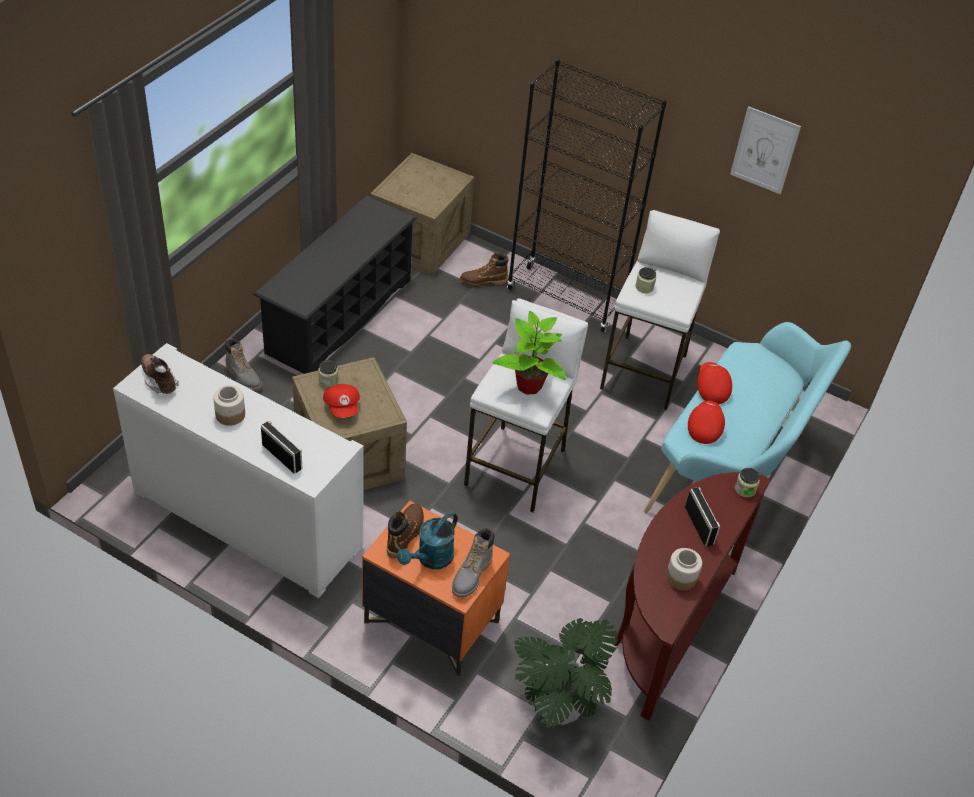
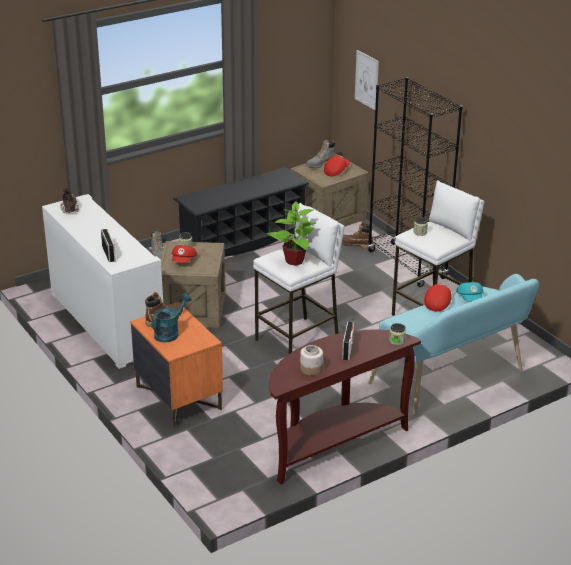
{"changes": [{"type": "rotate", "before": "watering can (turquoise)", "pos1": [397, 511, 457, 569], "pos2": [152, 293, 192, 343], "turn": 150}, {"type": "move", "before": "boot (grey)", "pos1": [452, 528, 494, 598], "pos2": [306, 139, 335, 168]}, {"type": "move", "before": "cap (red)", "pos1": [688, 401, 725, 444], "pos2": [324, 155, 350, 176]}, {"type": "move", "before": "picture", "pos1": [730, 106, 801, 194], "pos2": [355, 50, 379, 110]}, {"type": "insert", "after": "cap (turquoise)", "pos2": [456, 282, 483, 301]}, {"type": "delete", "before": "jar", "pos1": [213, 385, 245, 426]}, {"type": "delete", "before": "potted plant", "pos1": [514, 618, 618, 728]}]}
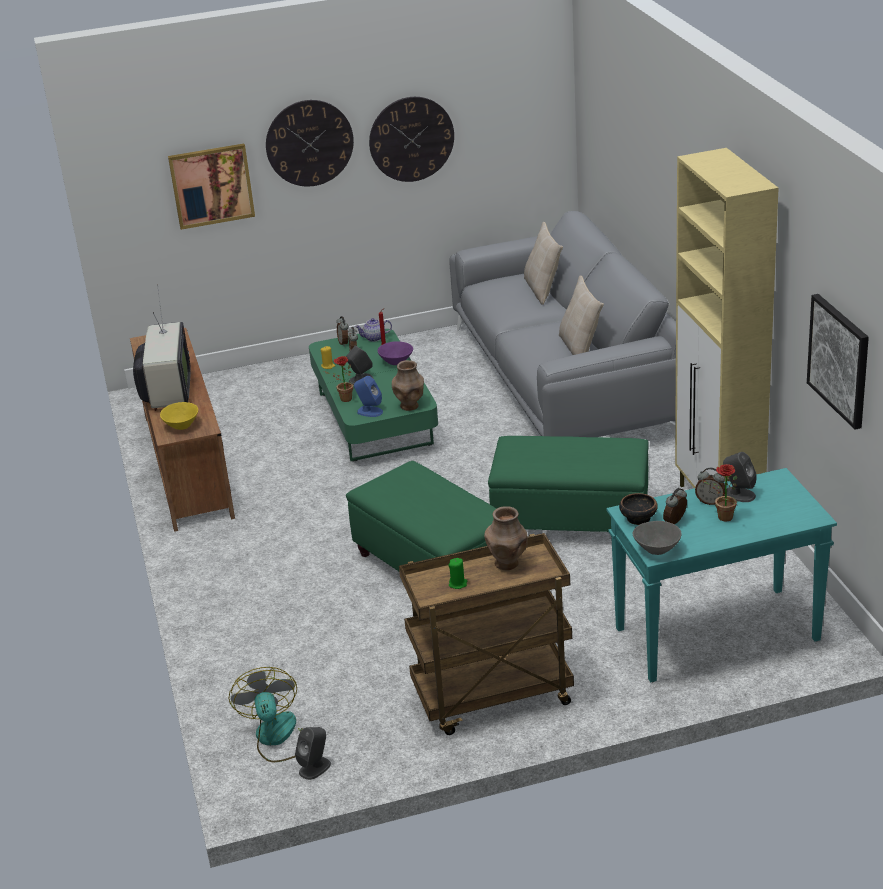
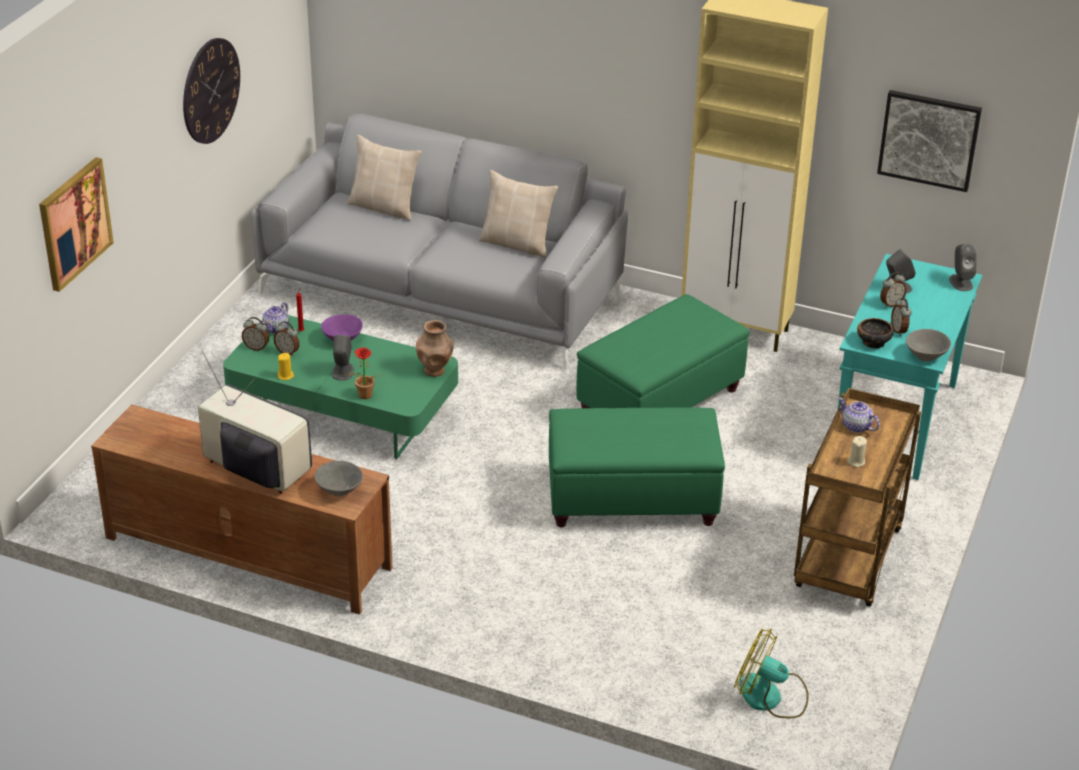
{"changes": [{"type": "recolor", "before": "bowl (yellow)", "after": "bowl (grey)", "pos1": [160, 402, 198, 430], "pos2": [314, 461, 363, 496]}, {"type": "replace", "before": "vase (brown)", "after": "teapot", "pos1": [484, 506, 528, 571], "pos2": [838, 397, 880, 433]}, {"type": "recolor", "before": "candle (green)", "after": "candle (beige)", "pos1": [449, 558, 467, 589], "pos2": [847, 436, 867, 467]}, {"type": "move", "before": "speaker (grey)", "pos1": [295, 727, 331, 780], "pos2": [949, 244, 977, 291]}, {"type": "delete", "before": "wall clock", "pos1": [266, 100, 354, 186]}, {"type": "delete", "before": "speaker (blue)", "pos1": [354, 376, 383, 417]}, {"type": "delete", "before": "potted plant", "pos1": [702, 464, 739, 522]}]}
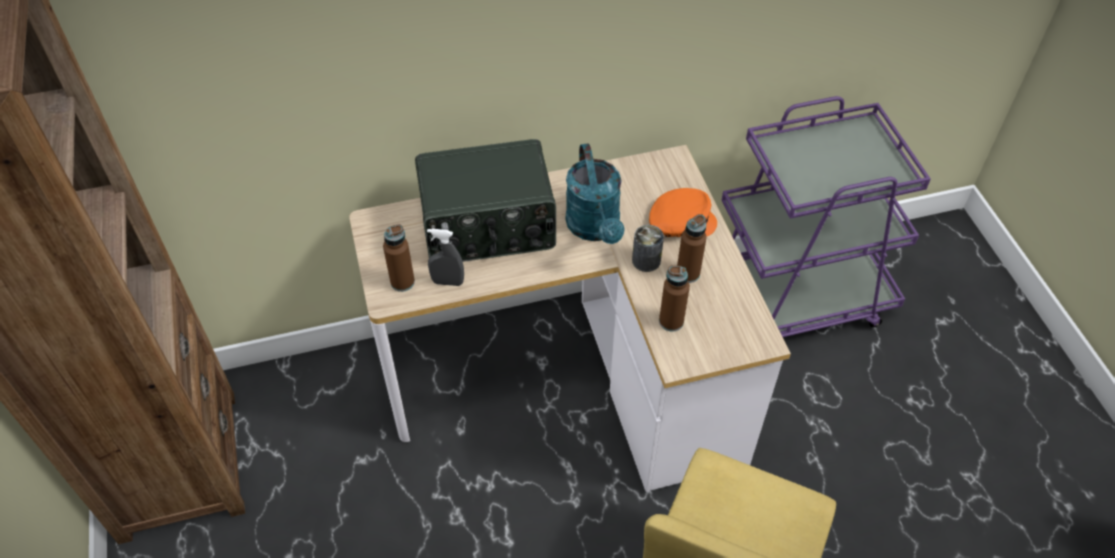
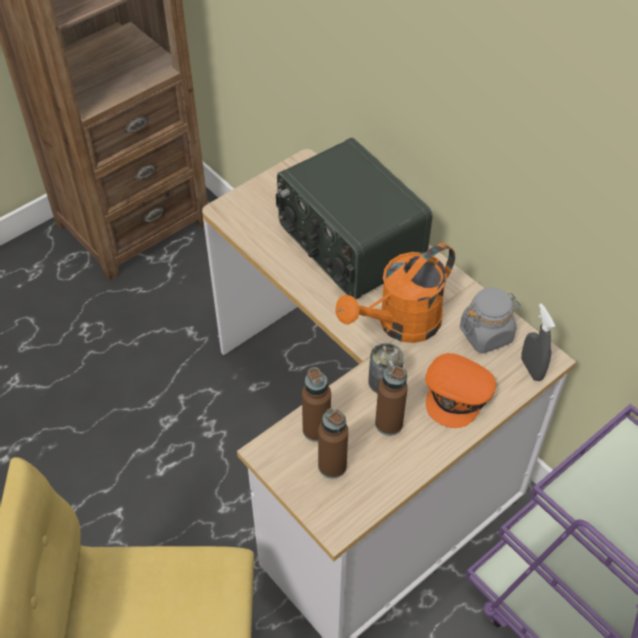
{"changes": [{"type": "move", "before": "bottle (brown)", "pos1": [383, 224, 415, 292], "pos2": [318, 408, 348, 479]}, {"type": "recolor", "before": "watering can (turquoise)", "after": "watering can (orange)", "pos1": [565, 143, 625, 244], "pos2": [335, 243, 455, 343]}, {"type": "rotate", "before": "cap (orange)", "pos1": [649, 188, 717, 237], "pos2": [425, 353, 496, 428], "turn": 45}, {"type": "insert", "after": "jar (grey)", "pos2": [460, 288, 520, 353]}, {"type": "move", "before": "spray bottle (grey)", "pos1": [427, 229, 464, 286], "pos2": [521, 303, 555, 381]}]}
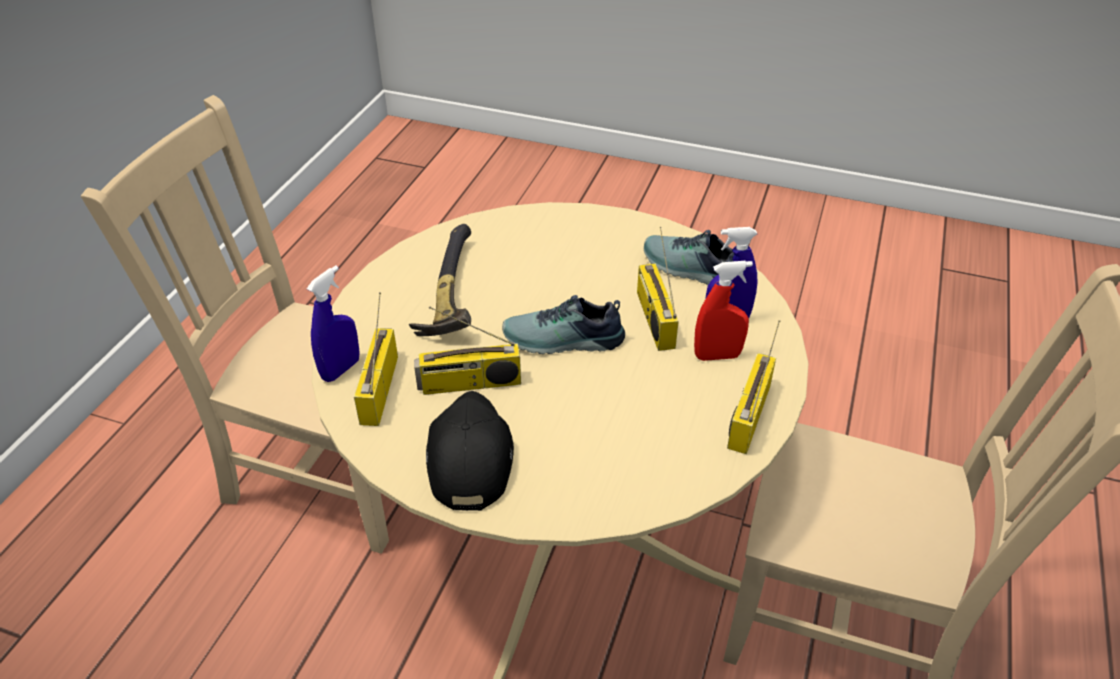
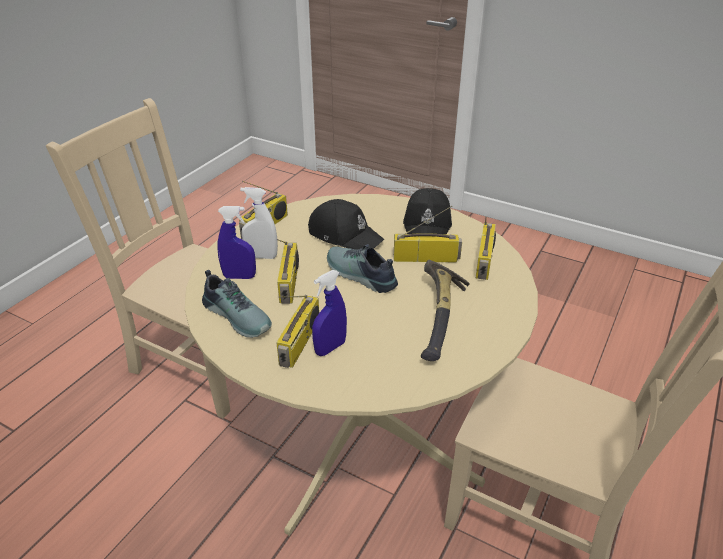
{"changes": [{"type": "recolor", "before": "spray bottle (red)", "after": "spray bottle (white)", "pos1": [694, 261, 753, 361], "pos2": [240, 187, 278, 259]}, {"type": "insert", "after": "radio", "pos2": [276, 295, 319, 368]}, {"type": "insert", "after": "cap (black)", "pos2": [308, 199, 384, 250]}, {"type": "move", "before": "spray bottle (blue)", "pos1": [307, 265, 360, 382], "pos2": [312, 270, 347, 356]}, {"type": "rotate", "before": "shoe", "pos1": [502, 295, 625, 354], "pos2": [327, 244, 398, 293], "turn": -150}]}
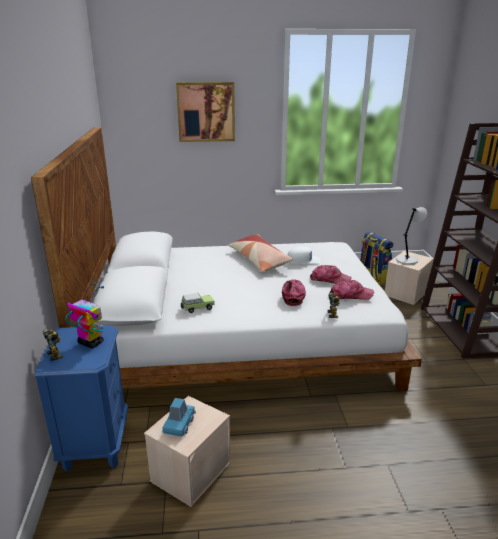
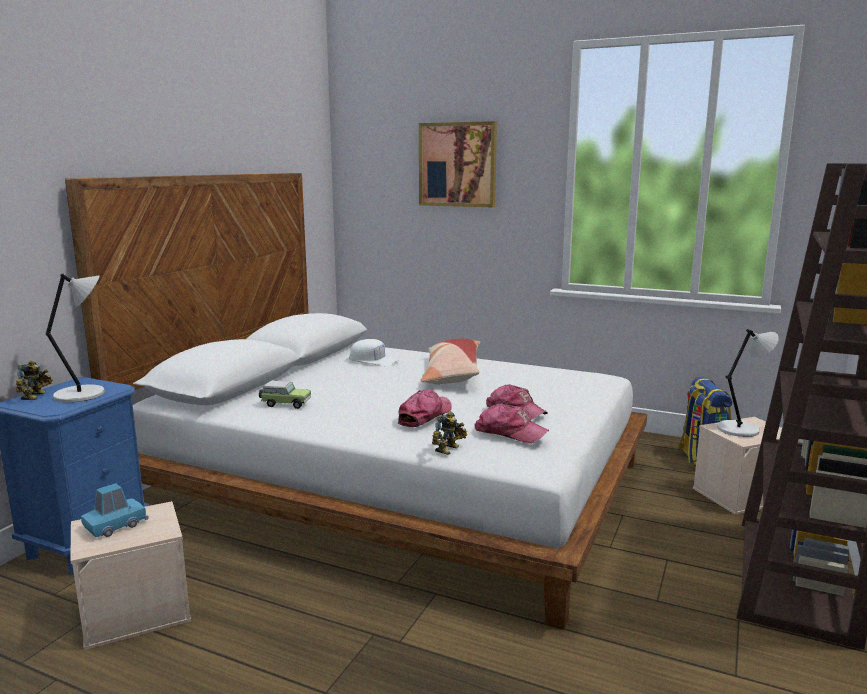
{"changes": [{"type": "replace", "before": "toy robot", "after": "table lamp (grey)", "pos1": [65, 282, 104, 348], "pos2": [46, 273, 105, 403]}, {"type": "move", "before": "cap (white)", "pos1": [287, 246, 321, 264], "pos2": [349, 339, 399, 366]}]}
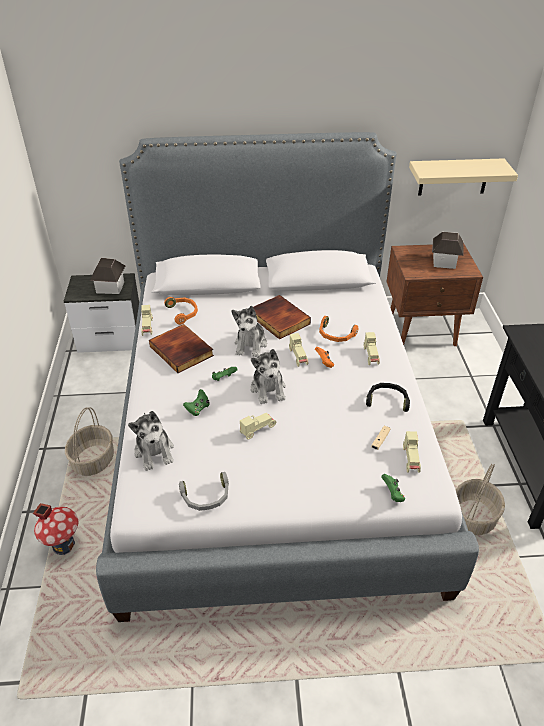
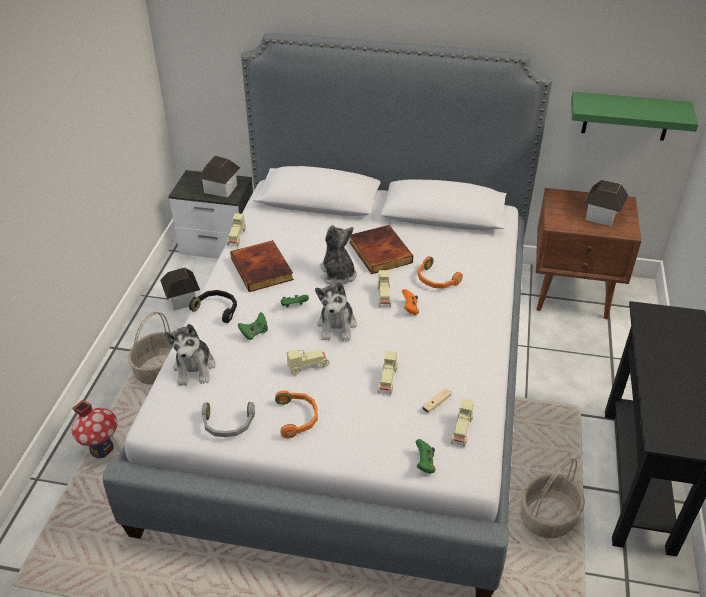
{"changes": [{"type": "insert", "after": "toy house", "pos2": [160, 267, 200, 310]}, {"type": "move", "before": "headphones (black)", "pos1": [366, 383, 410, 412], "pos2": [189, 290, 237, 323]}, {"type": "move", "before": "headphones (orange)", "pos1": [164, 297, 198, 325], "pos2": [275, 390, 318, 438]}, {"type": "rotate", "before": "plush toy", "pos1": [232, 306, 267, 357], "pos2": [319, 225, 357, 285], "turn": 135}, {"type": "move", "before": "toy car (beige)", "pos1": [364, 332, 380, 365], "pos2": [378, 350, 398, 394]}, {"type": "recolor", "before": "shelf (beige)", "after": "shelf (green)", "pos1": [409, 158, 518, 196], "pos2": [571, 92, 698, 141]}]}
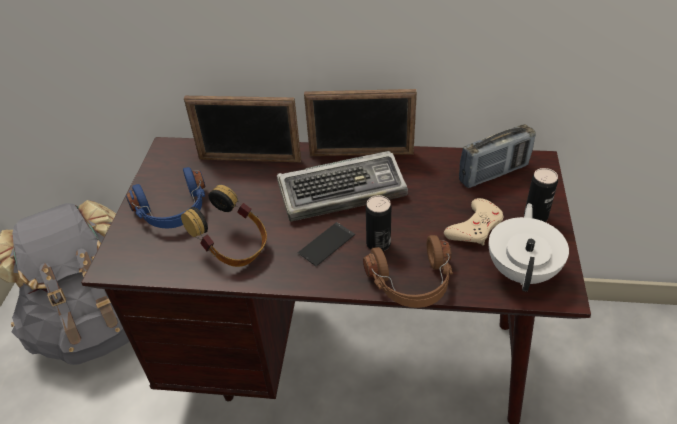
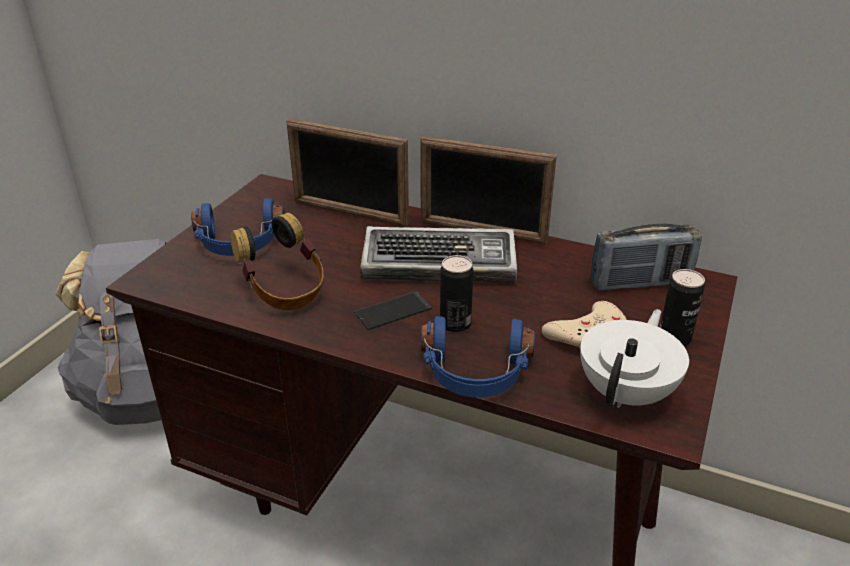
{"changes": [{"type": "recolor", "before": "headphones (brown)", "after": "headphones (blue)", "pos1": [363, 235, 453, 308], "pos2": [421, 316, 535, 398]}]}
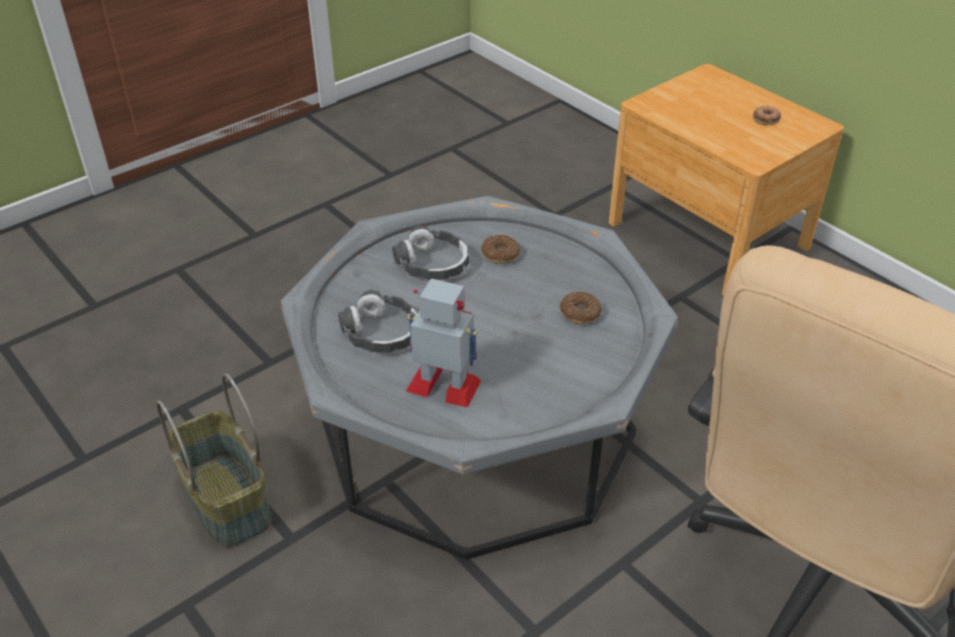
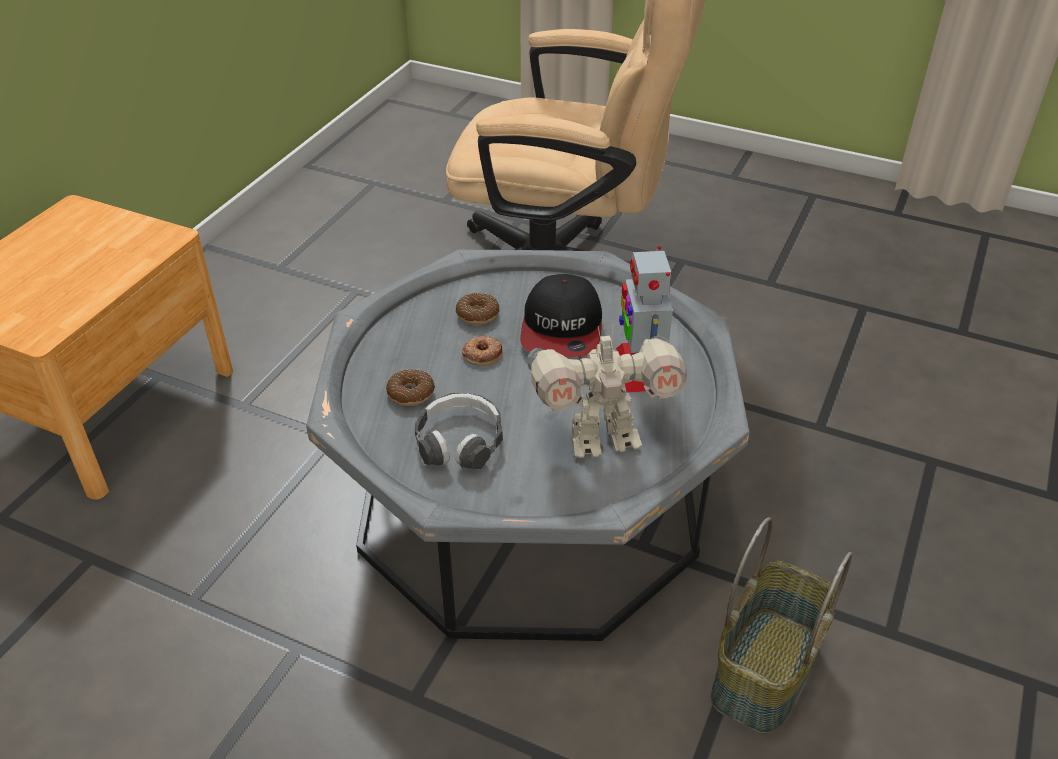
{"changes": [{"type": "move", "before": "donut", "pos1": [753, 106, 781, 125], "pos2": [462, 335, 503, 366]}, {"type": "insert", "after": "cap", "pos2": [520, 274, 602, 357]}, {"type": "replace", "before": "headphones", "after": "toy robot", "pos1": [338, 290, 417, 353], "pos2": [527, 324, 687, 458]}]}
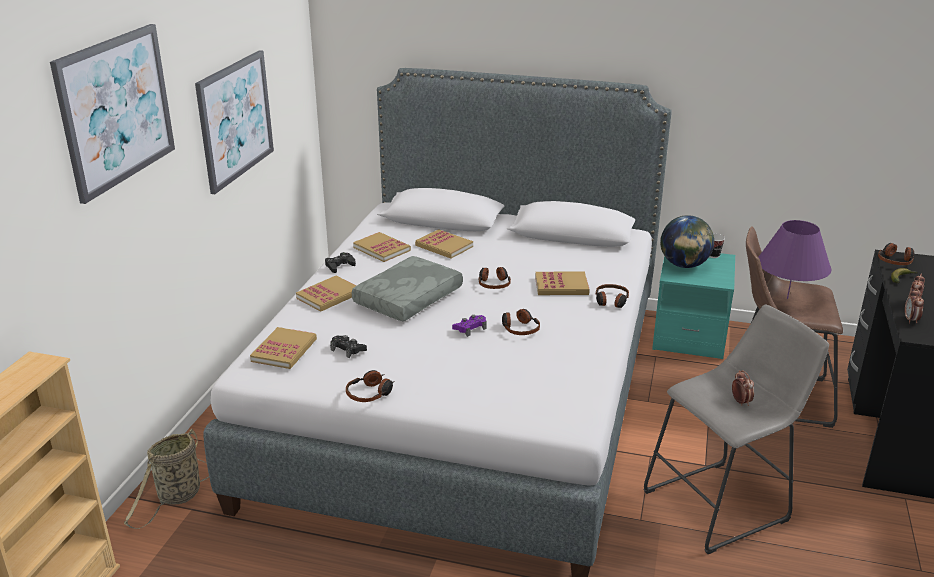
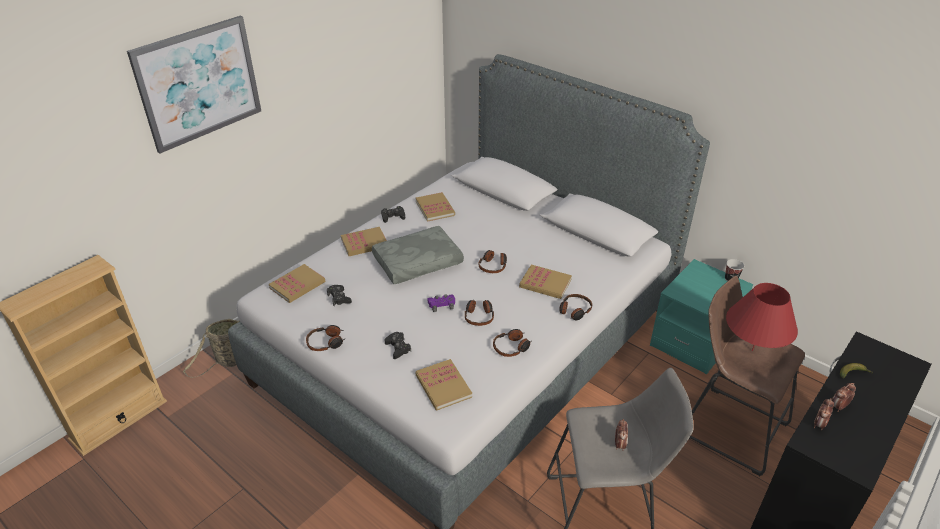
{"changes": [{"type": "insert", "after": "game controller (black)", "pos2": [384, 332, 411, 359]}, {"type": "move", "before": "book", "pos1": [415, 229, 473, 259], "pos2": [415, 359, 472, 410]}, {"type": "move", "before": "headphones", "pos1": [878, 243, 914, 265], "pos2": [493, 329, 532, 357]}, {"type": "recolor", "before": "table lamp (purple)", "after": "table lamp (red)", "pos1": [758, 220, 832, 299], "pos2": [726, 283, 798, 351]}, {"type": "delete", "before": "picture", "pos1": [195, 50, 274, 194]}, {"type": "delete", "before": "globe", "pos1": [660, 215, 714, 268]}]}
